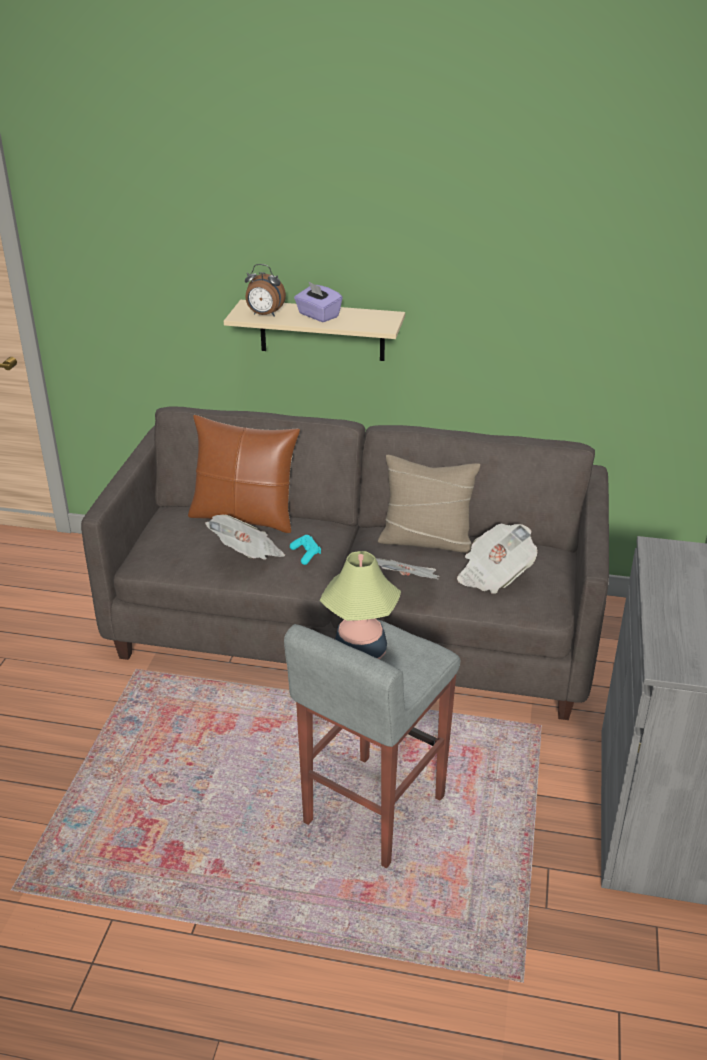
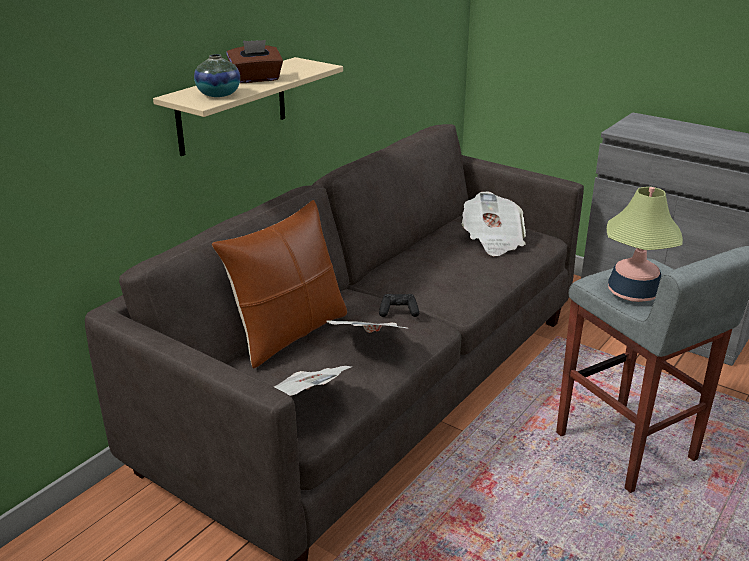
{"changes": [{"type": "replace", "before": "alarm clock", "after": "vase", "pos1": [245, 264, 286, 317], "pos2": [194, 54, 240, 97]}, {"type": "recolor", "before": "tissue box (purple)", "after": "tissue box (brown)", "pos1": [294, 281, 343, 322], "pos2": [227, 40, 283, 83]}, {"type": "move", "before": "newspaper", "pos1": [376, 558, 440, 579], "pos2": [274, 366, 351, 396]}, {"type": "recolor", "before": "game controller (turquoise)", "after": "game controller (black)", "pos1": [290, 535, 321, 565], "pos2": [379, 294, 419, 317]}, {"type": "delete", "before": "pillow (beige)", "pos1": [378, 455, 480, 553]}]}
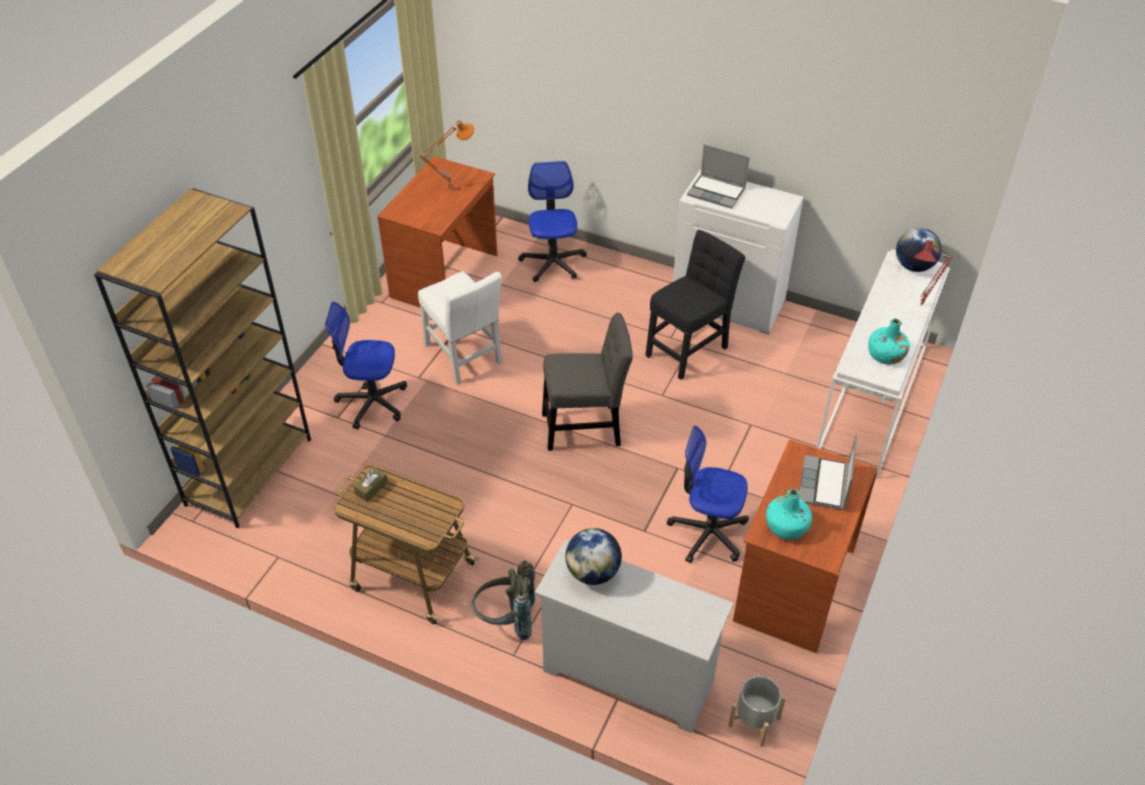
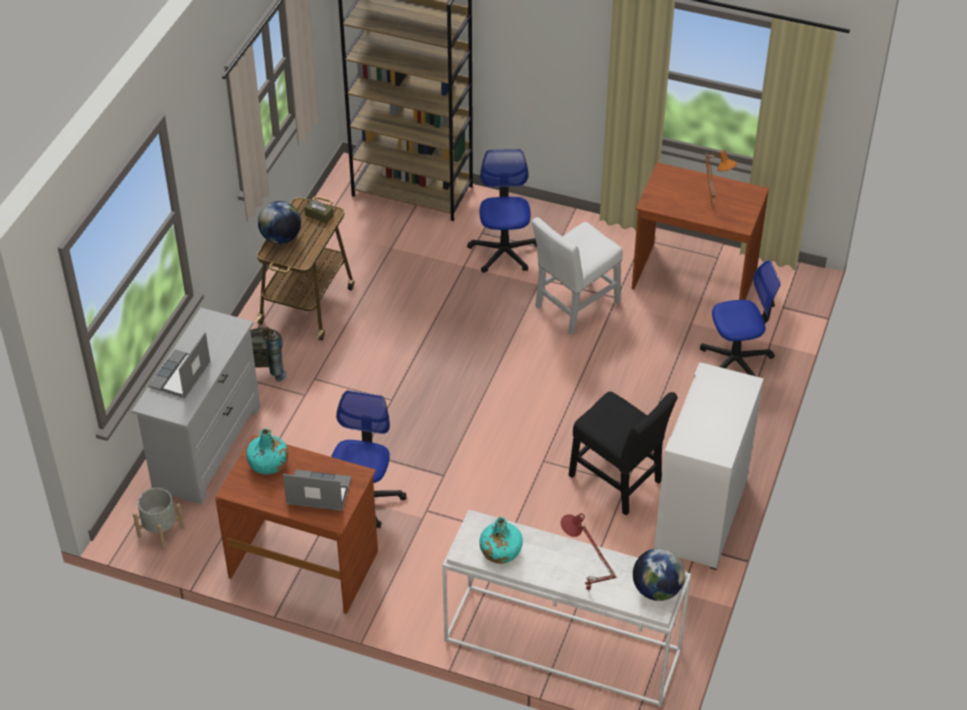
{"changes": [{"type": "move", "before": "laptop", "pos1": [687, 144, 750, 209], "pos2": [149, 332, 211, 398]}, {"type": "move", "before": "globe", "pos1": [565, 528, 622, 585], "pos2": [258, 201, 301, 244]}, {"type": "delete", "before": "chair (grey)", "pos1": [542, 313, 633, 451]}]}
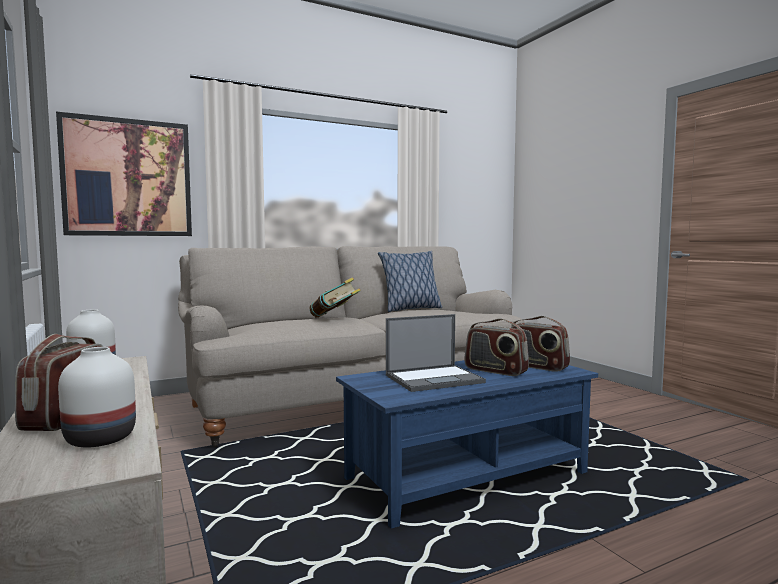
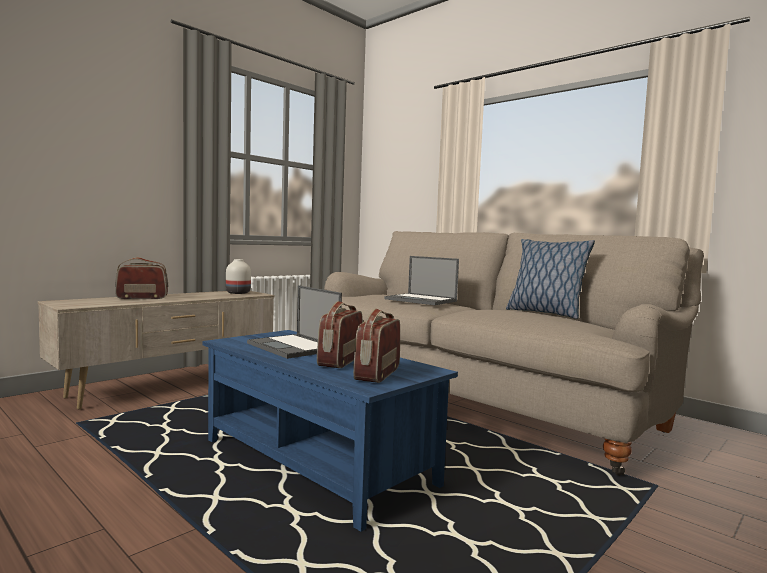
{"changes": [{"type": "replace", "before": "book", "after": "laptop", "pos1": [310, 277, 361, 317], "pos2": [384, 256, 459, 305]}, {"type": "delete", "before": "picture", "pos1": [56, 112, 192, 236]}, {"type": "delete", "before": "vase (white)", "pos1": [58, 347, 136, 448]}]}
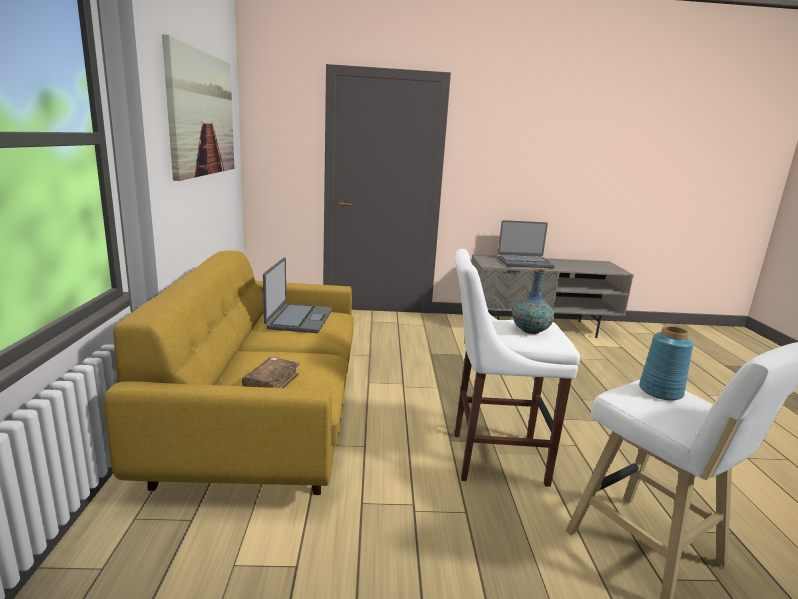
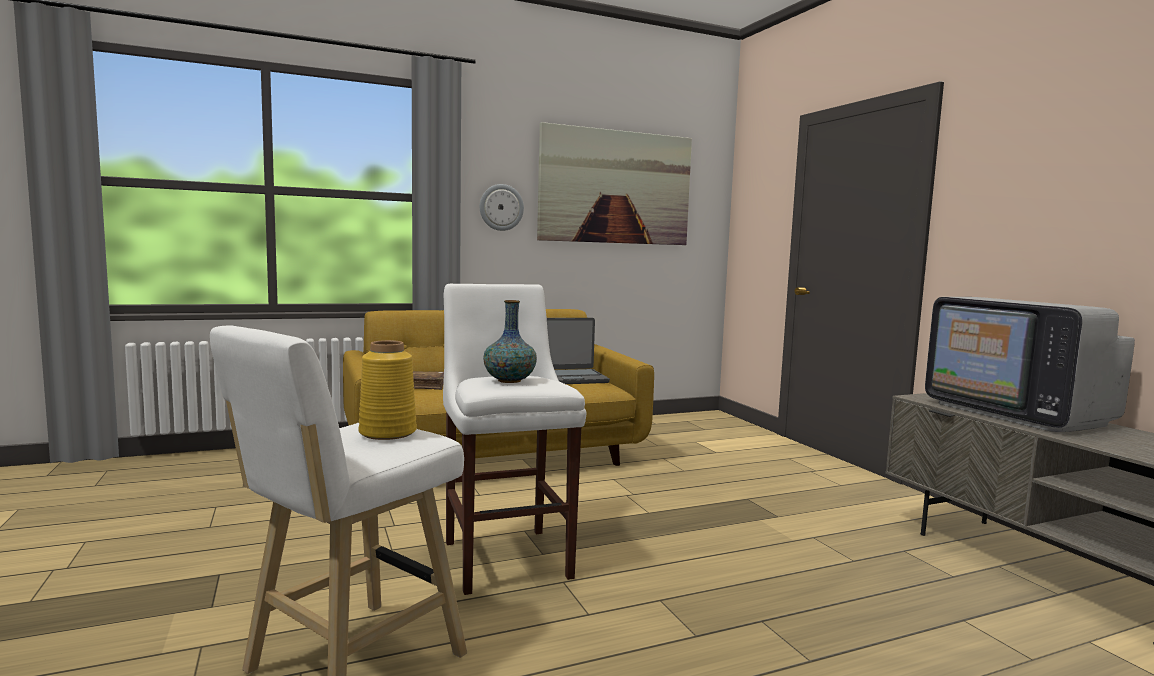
{"changes": [{"type": "recolor", "before": "vase (blue)", "after": "vase (yellow)", "pos1": [639, 326, 694, 401], "pos2": [359, 340, 417, 440]}, {"type": "insert", "after": "wall clock", "pos2": [480, 184, 524, 231]}, {"type": "replace", "before": "laptop", "after": "television", "pos1": [498, 220, 555, 268], "pos2": [925, 297, 1135, 432]}]}
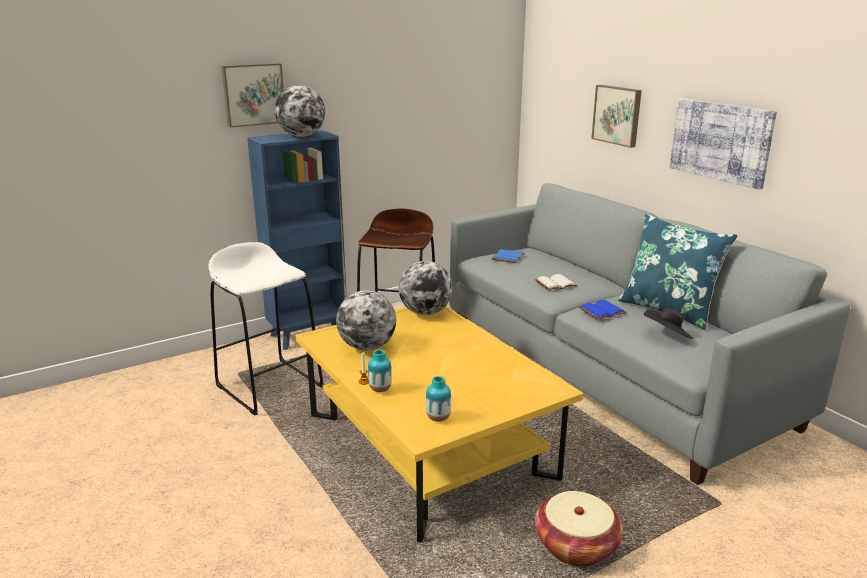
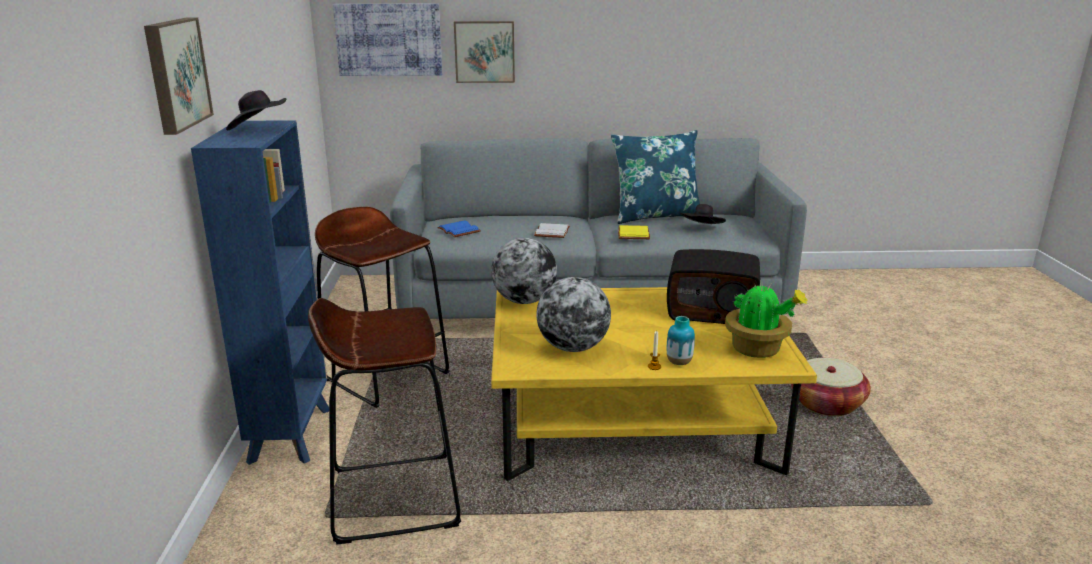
{"changes": [{"type": "replace", "before": "globe", "after": "hat (black)", "pos1": [275, 85, 325, 137], "pos2": [226, 90, 287, 131]}, {"type": "recolor", "before": "stool (white)", "after": "stool (brown)", "pos1": [209, 242, 324, 416], "pos2": [308, 298, 461, 545]}, {"type": "move", "before": "picture", "pos1": [670, 98, 777, 190], "pos2": [333, 4, 442, 76]}, {"type": "recolor", "before": "book (blue)", "after": "book (yellow)", "pos1": [579, 300, 627, 320], "pos2": [618, 225, 650, 239]}, {"type": "insert", "after": "radio", "pos2": [667, 249, 760, 324]}, {"type": "replace", "before": "vase", "after": "potted plant", "pos1": [426, 376, 451, 422], "pos2": [725, 281, 808, 358]}]}
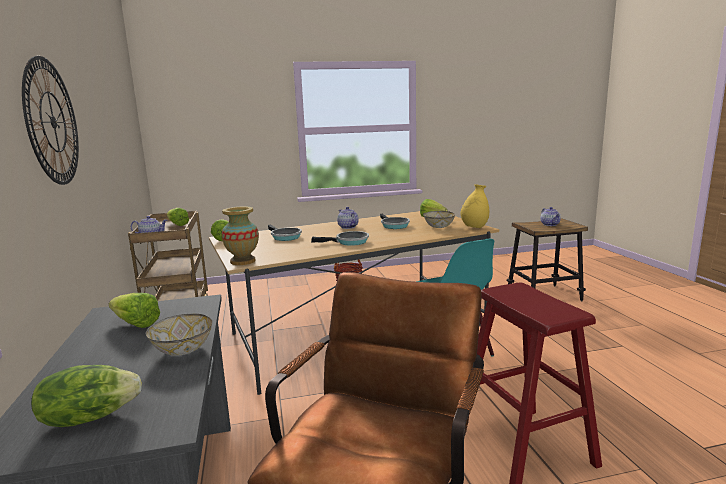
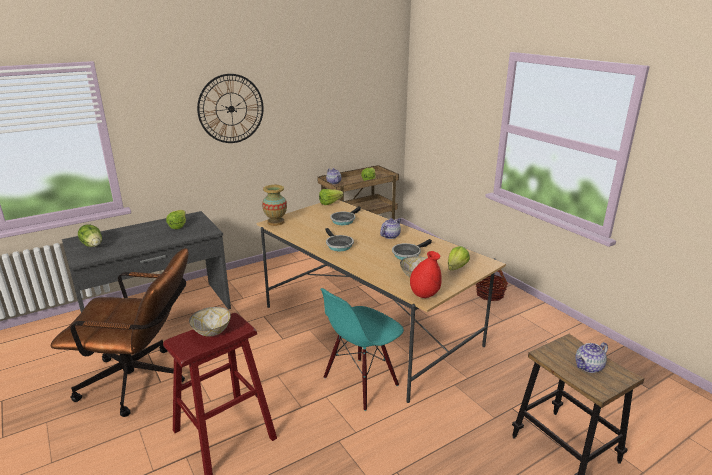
{"changes": [{"type": "move", "before": "bowl", "pos1": [146, 314, 212, 356], "pos2": [189, 307, 231, 337]}, {"type": "recolor", "before": "vase (yellow)", "after": "vase (red)", "pos1": [460, 184, 489, 228], "pos2": [410, 251, 442, 298]}]}
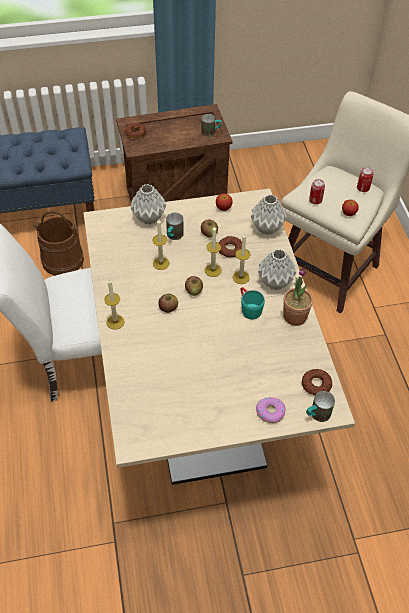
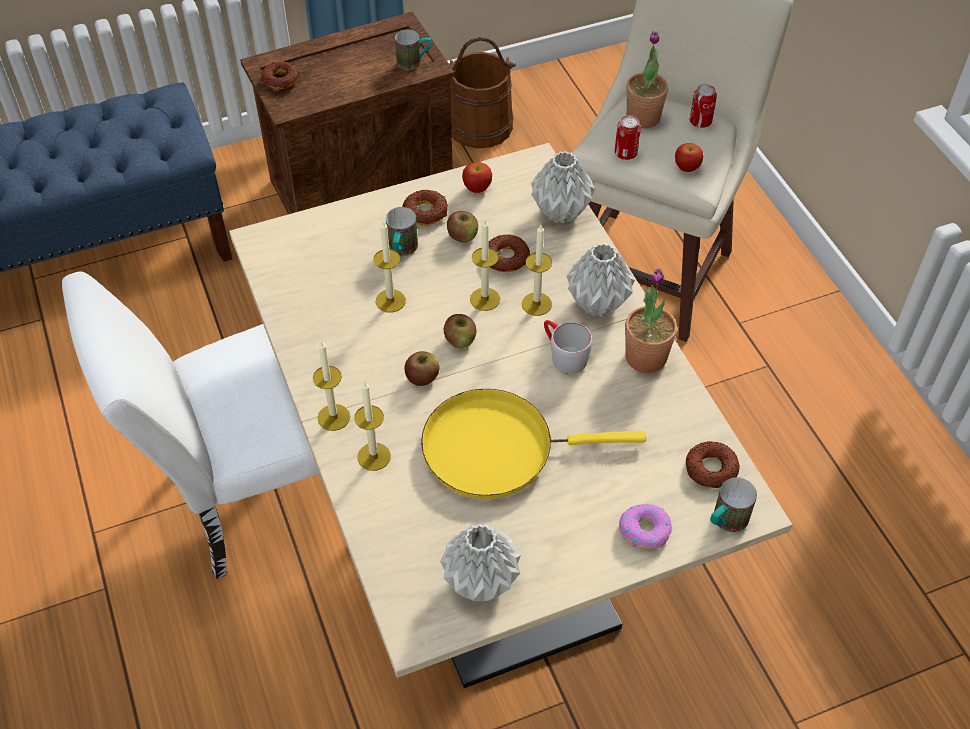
{"changes": [{"type": "insert", "after": "candle", "pos2": [354, 381, 391, 471]}, {"type": "insert", "after": "donut", "pos2": [403, 189, 448, 225]}, {"type": "insert", "after": "frying pan (yellow)", "pos2": [421, 389, 646, 499]}, {"type": "move", "before": "vase (grey)", "pos1": [130, 184, 166, 224], "pos2": [440, 524, 521, 602]}, {"type": "move", "before": "bucket (brown)", "pos1": [33, 211, 84, 276], "pos2": [450, 37, 516, 148]}, {"type": "recolor", "before": "mug (turquoise)", "after": "mug (grey)", "pos1": [241, 287, 265, 319], "pos2": [544, 320, 593, 374]}, {"type": "insert", "after": "potted plant", "pos2": [626, 31, 668, 128]}]}
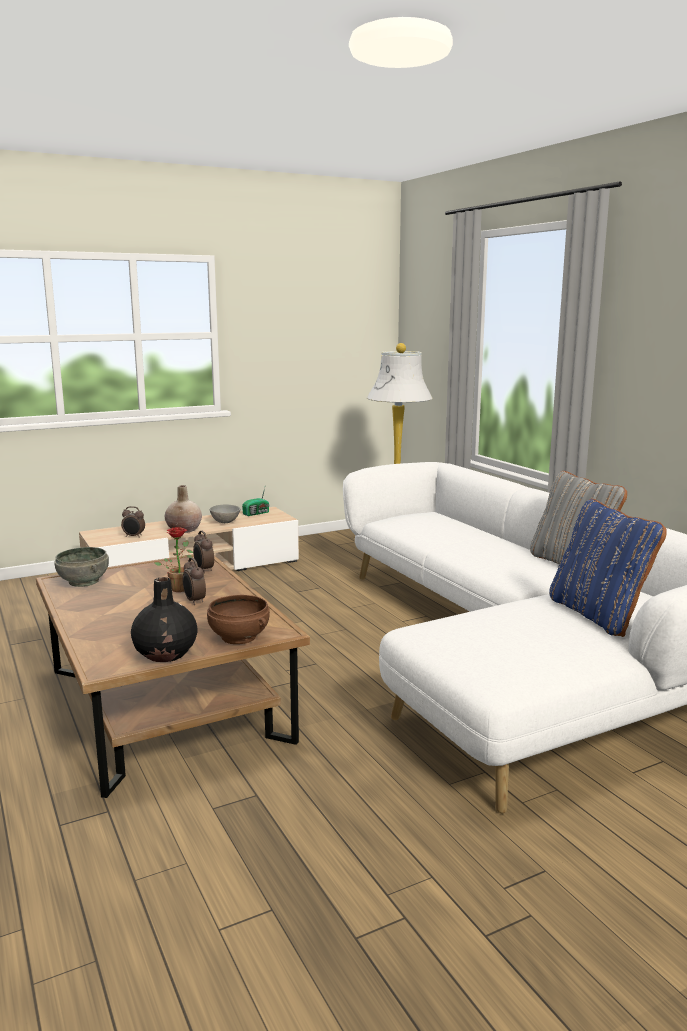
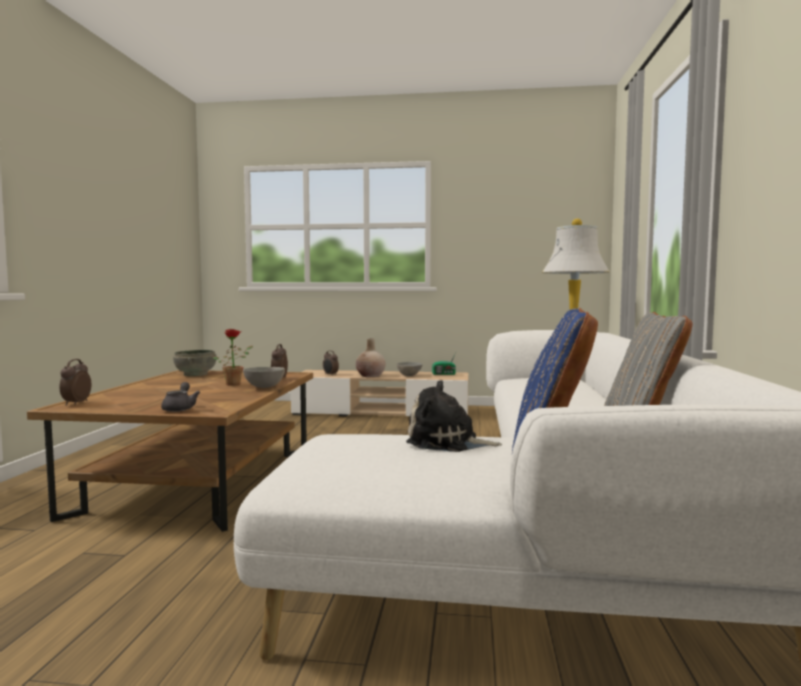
{"changes": [{"type": "move", "before": "alarm clock", "pos1": [183, 558, 206, 605], "pos2": [59, 359, 91, 406]}, {"type": "replace", "before": "bowl (brown)", "after": "teapot (grey)", "pos1": [207, 595, 270, 644], "pos2": [161, 382, 200, 412]}, {"type": "insert", "after": "bowl (grey)", "pos2": [243, 367, 285, 388]}, {"type": "insert", "after": "plush toy", "pos2": [406, 380, 502, 452]}, {"type": "delete", "before": "vase (black)", "pos1": [131, 577, 198, 662]}]}
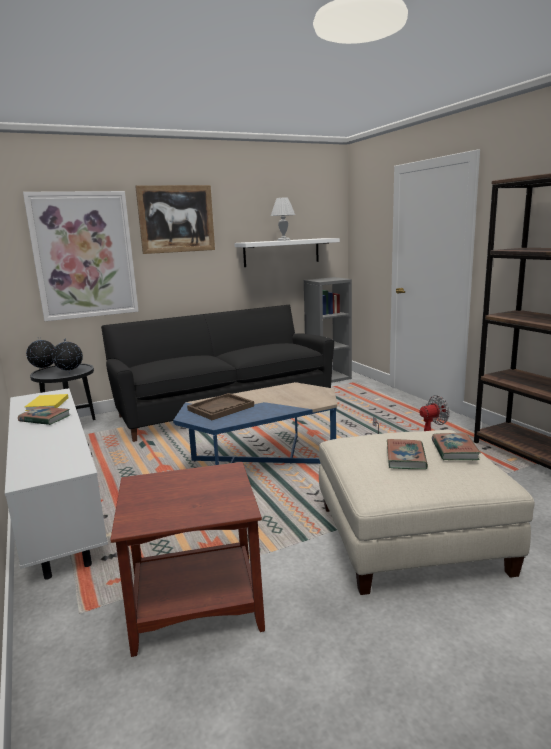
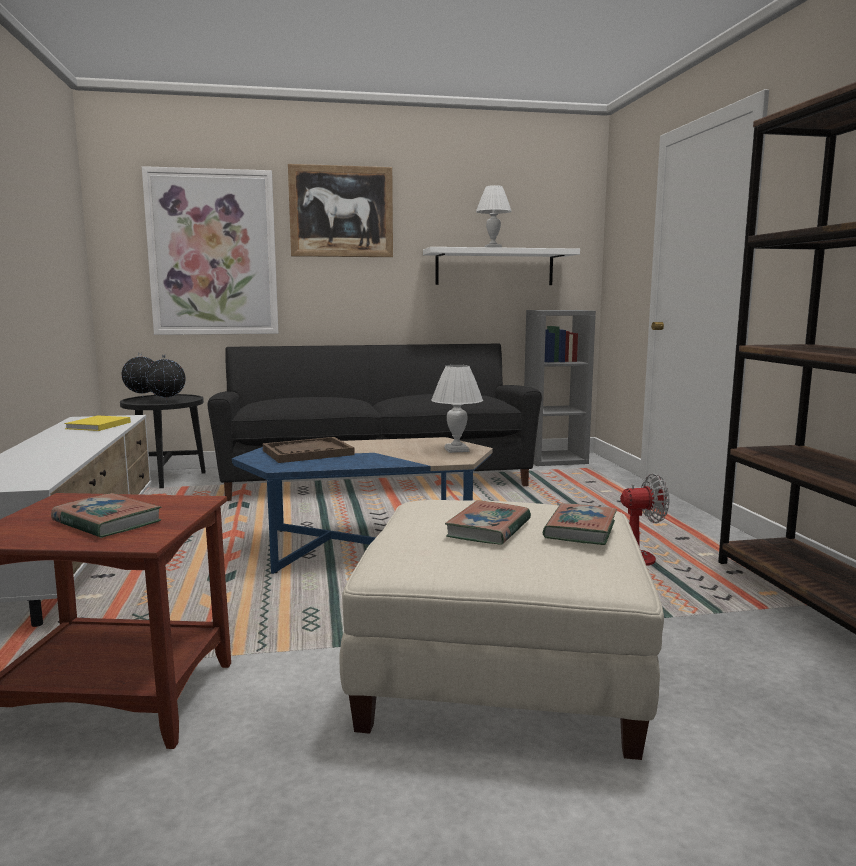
{"changes": [{"type": "move", "before": "book", "pos1": [18, 406, 70, 425], "pos2": [51, 493, 161, 538]}, {"type": "insert", "after": "table lamp (white)", "pos2": [431, 365, 483, 453]}]}
